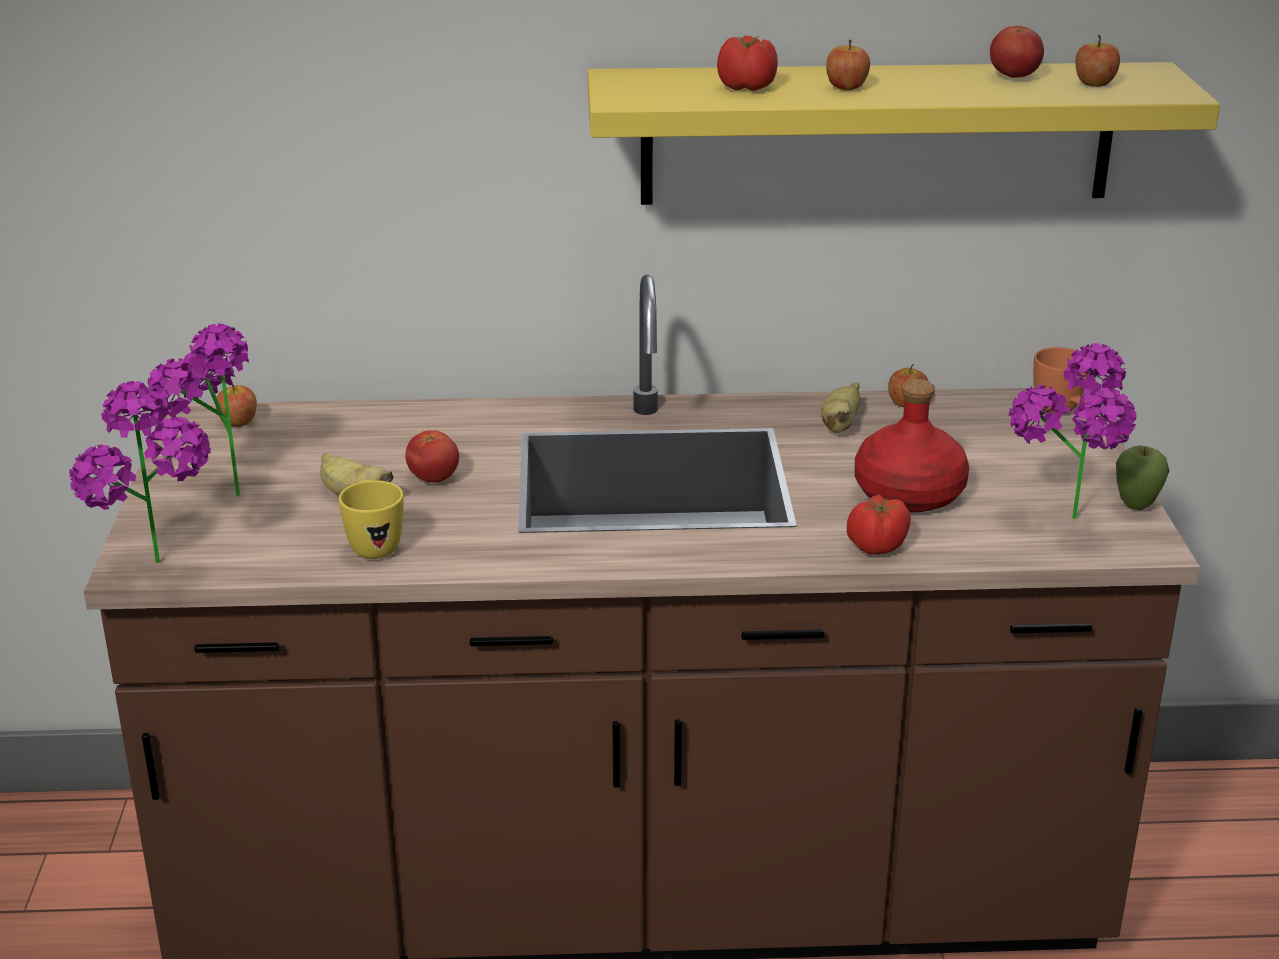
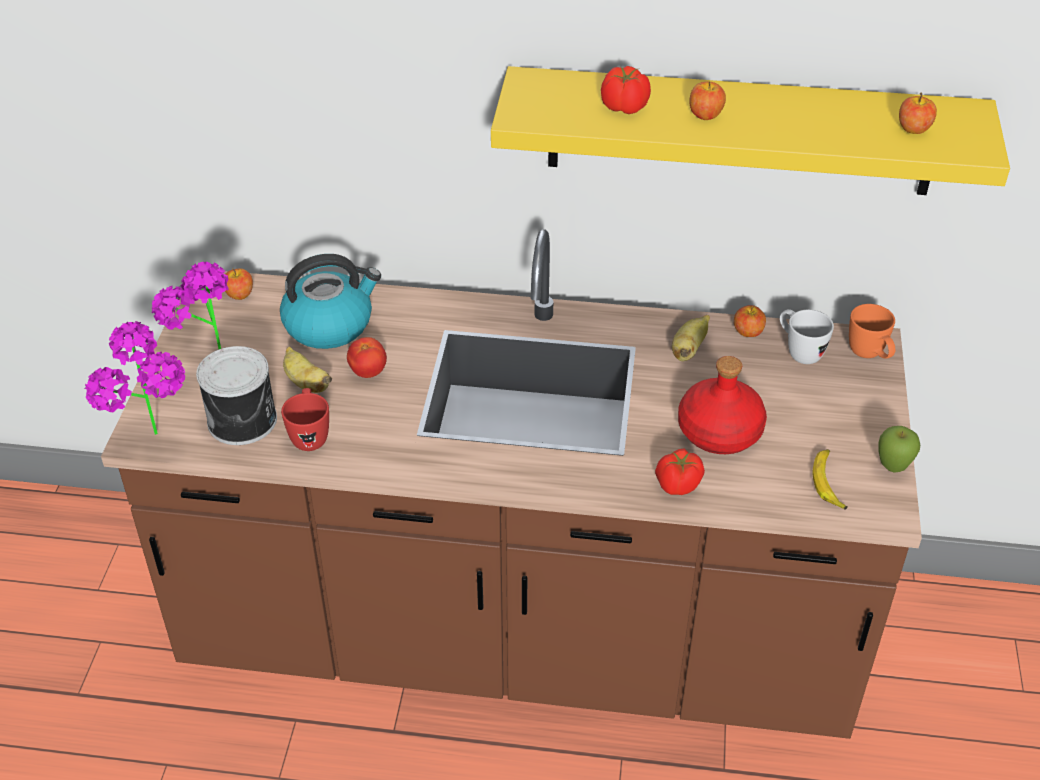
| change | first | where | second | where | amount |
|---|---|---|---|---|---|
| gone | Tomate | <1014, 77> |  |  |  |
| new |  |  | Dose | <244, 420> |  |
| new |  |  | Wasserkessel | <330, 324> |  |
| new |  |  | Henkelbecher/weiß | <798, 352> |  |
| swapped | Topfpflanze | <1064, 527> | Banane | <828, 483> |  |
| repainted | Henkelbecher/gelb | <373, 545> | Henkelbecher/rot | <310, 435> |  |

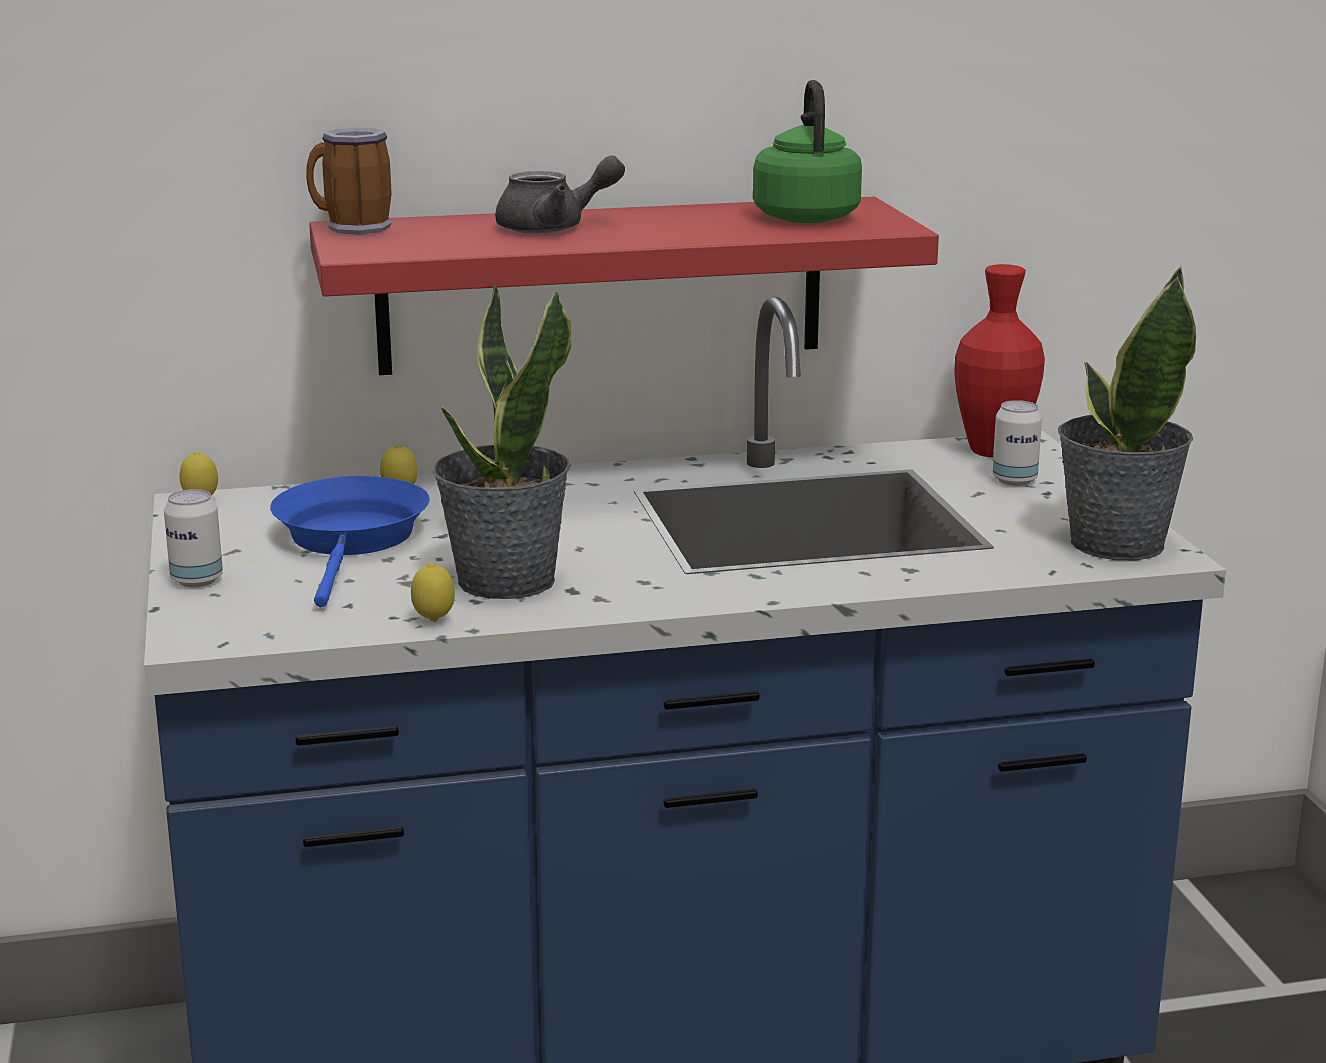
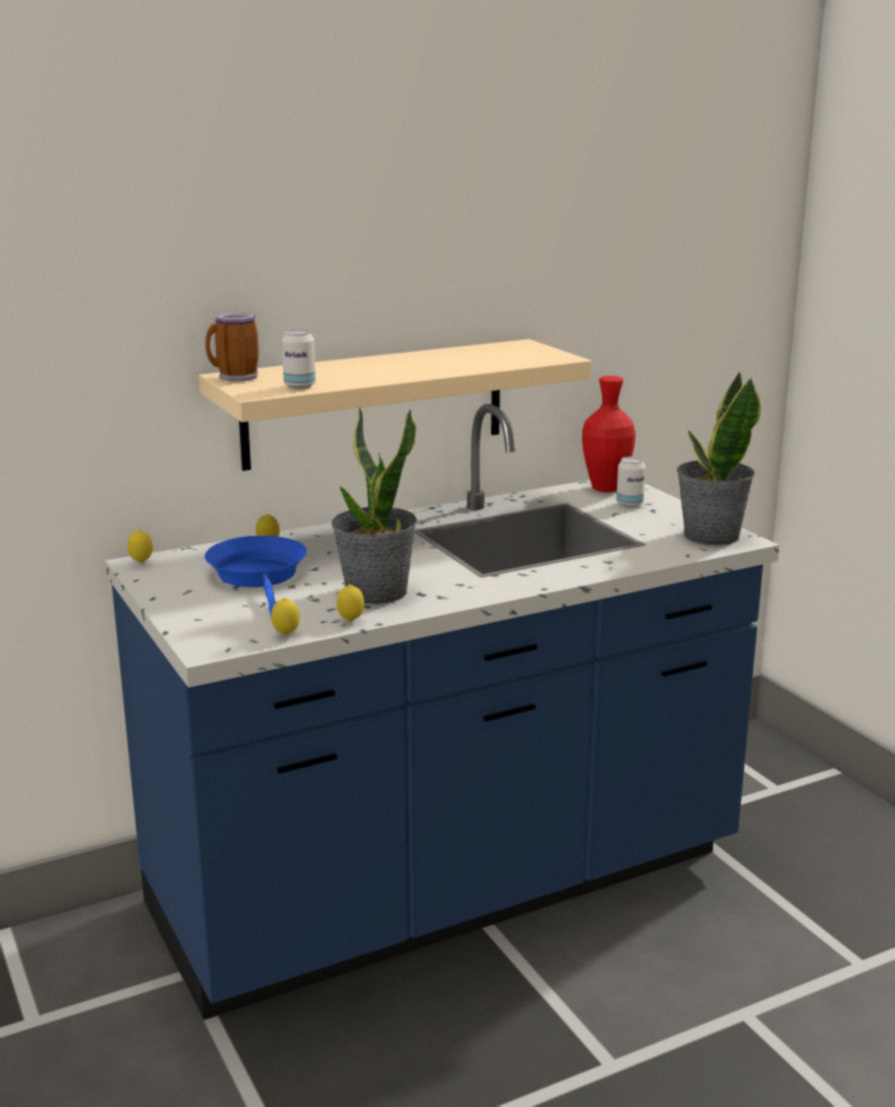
| change | first | where | second | where | amount |
|---|---|---|---|---|---|
| gone | Teekanne/grau | <554, 228> |  |  |  |
| gone | Wasserkessel/grün | <805, 216> |  |  |  |
| new |  |  | Zitrone | <286, 635> |  |
| shifted | Dose | <197, 580> |  | <299, 386> |  |
| repainted | Wandregal/rot | <601, 285> | Wandregal/beige | <374, 403> |  |

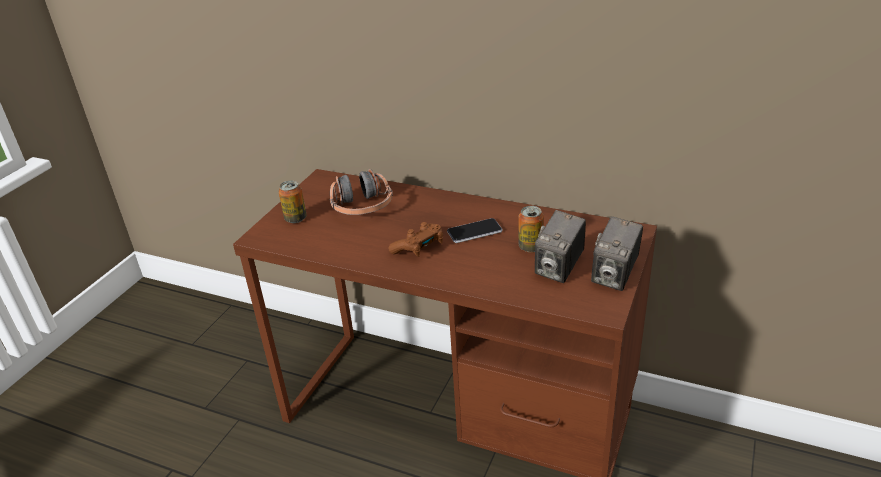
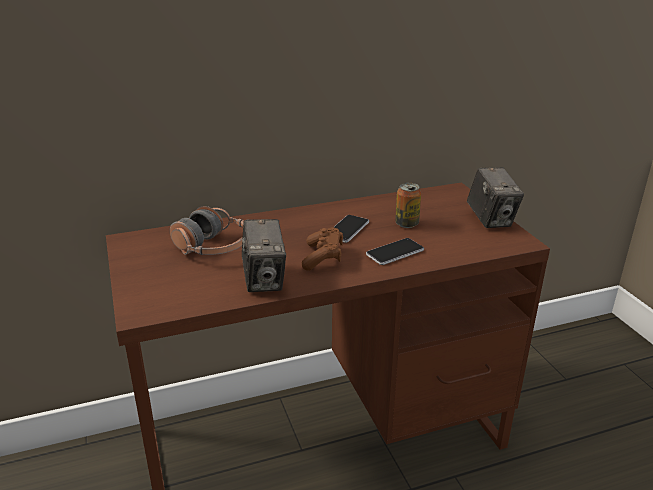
| change | first | where | second | where | amount |
|---|---|---|---|---|---|
| gone | Dose | <295, 218> |  |  |  |
| new |  |  | Handy | <395, 252> |  |
| shifted | Kamera | <559, 269> |  | <264, 280> |  |

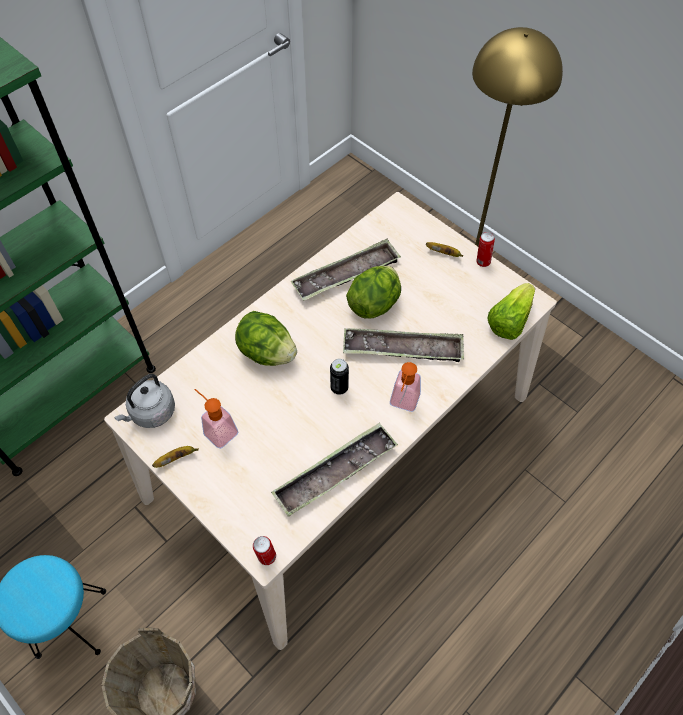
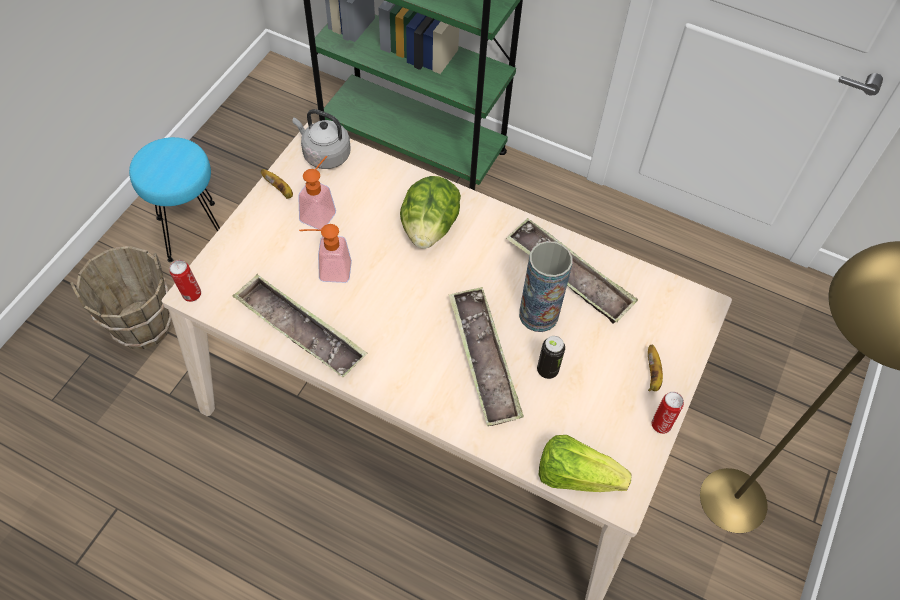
| change | first | where | second | where | amount |
|---|---|---|---|---|---|
| shifted | Dose | <339, 388> |  | <547, 370> |  |
| shifted | Seifenspender | <403, 404> |  | <328, 270> |  |
| swapped | Salatkopf | <375, 304> | Vase | <538, 315> |  |

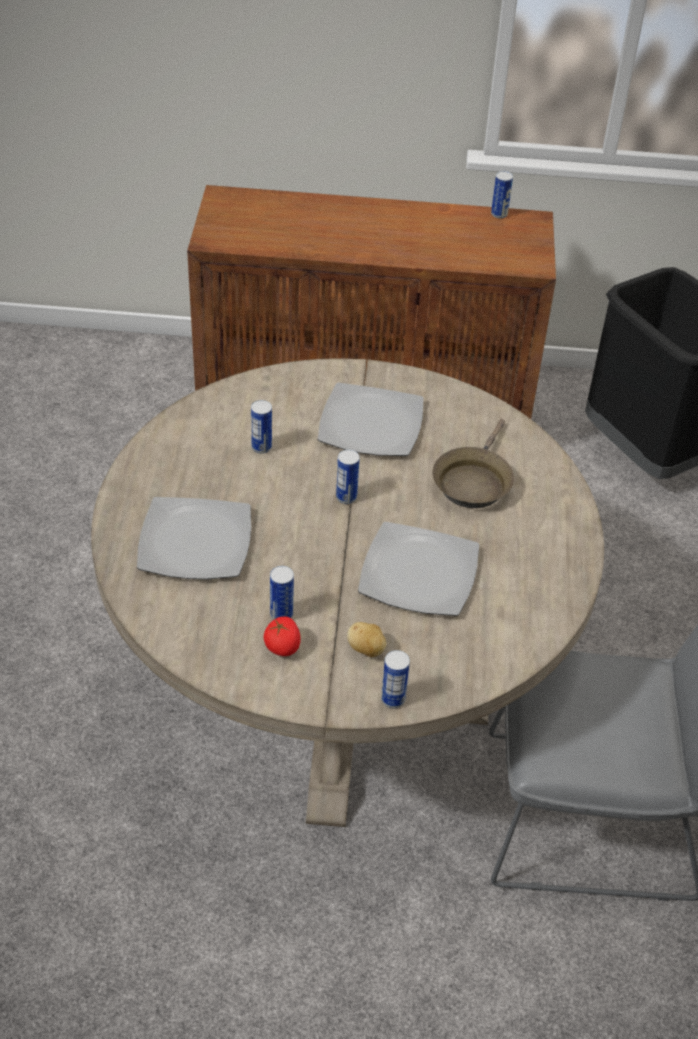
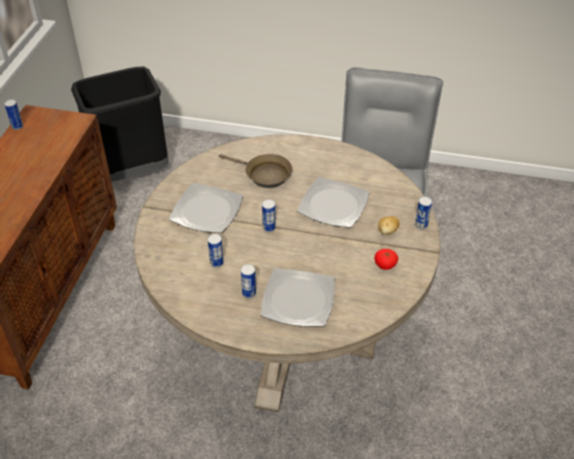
| change | first | where | second | where | amount |
|---|---|---|---|---|---|
| shifted | Dose | <281, 614> |  | <249, 293> |  |

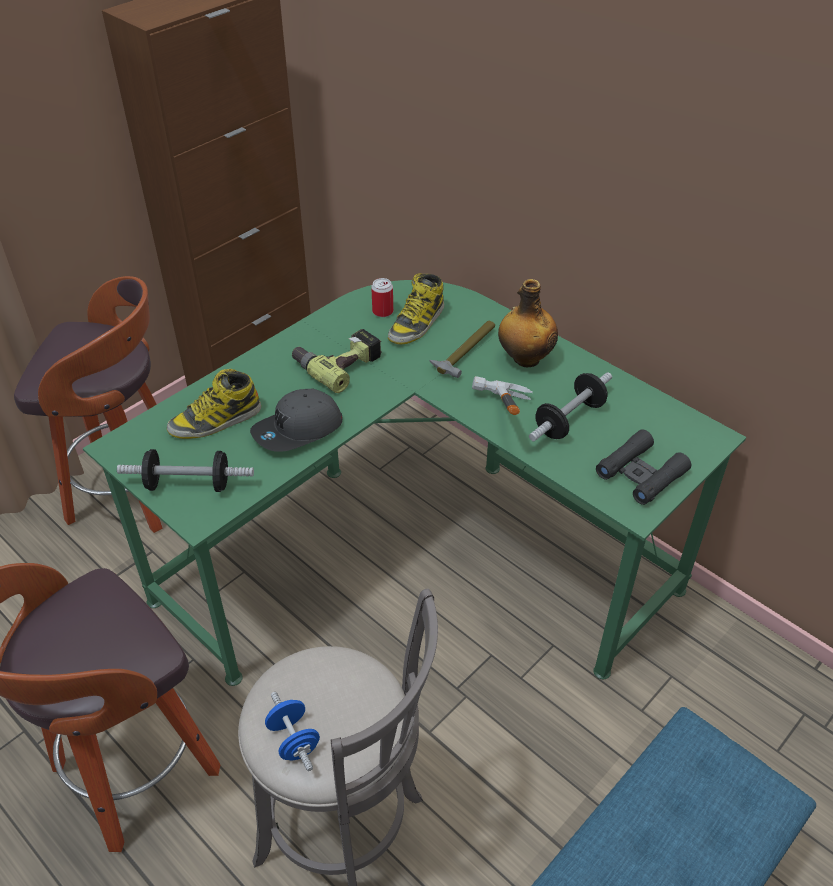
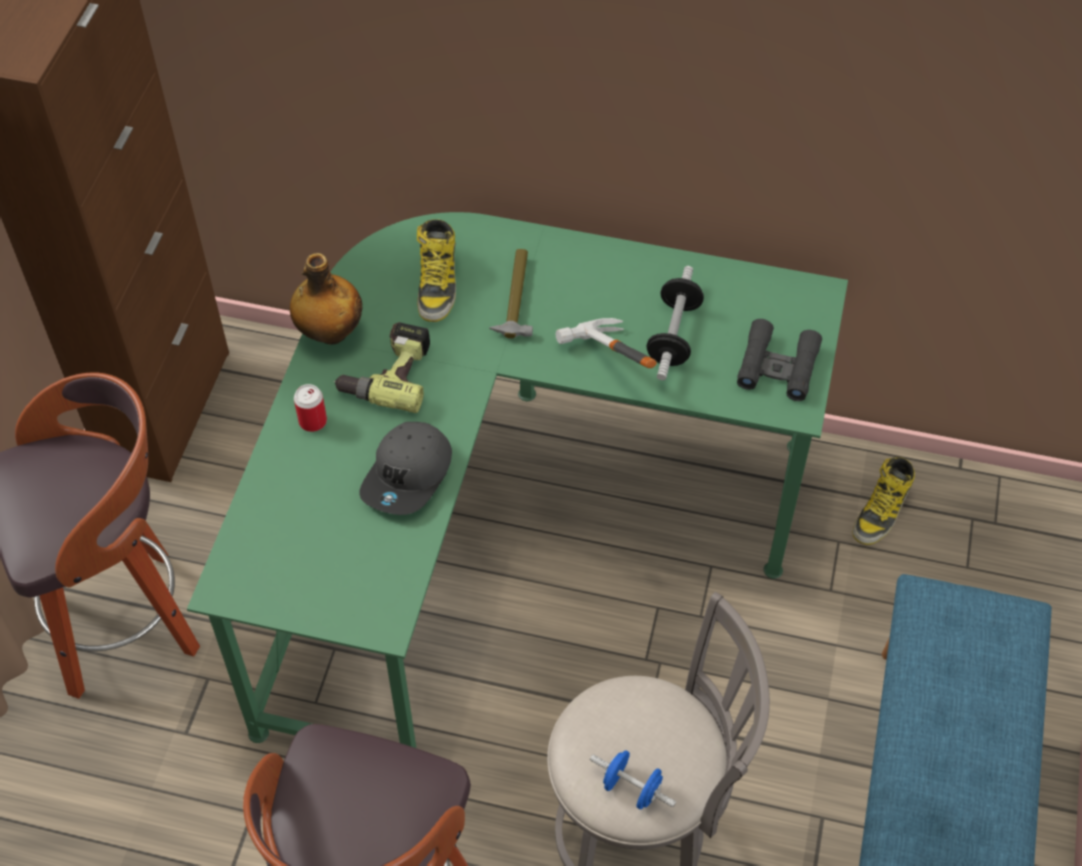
| change | first | where | second | where | amount |
|---|---|---|---|---|---|
| gone | Hantel | <189, 484> |  |  |  |
| shifted | Stiefel | <215, 421> |  | <881, 511> |  |
| shifted | Dose | <382, 311> |  | <313, 421> |  |
| shifted | Flasche | <525, 358> |  | <330, 332> |  |

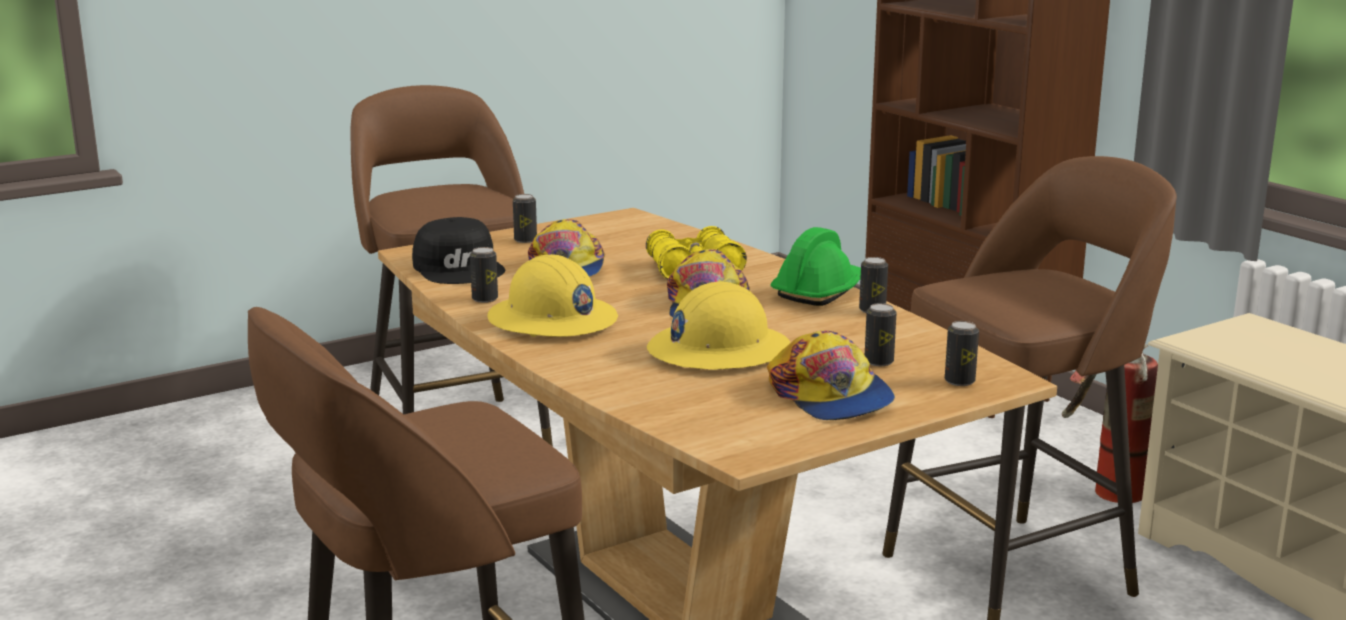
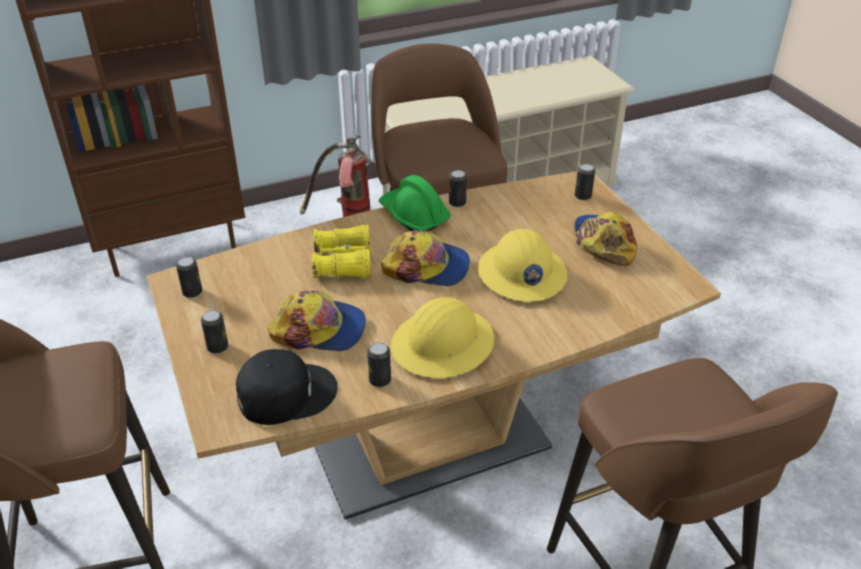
| change | first | where | second | where | amount |
|---|---|---|---|---|---|
| shifted | Dose | <878, 362> |  | <192, 292> |  |
| rotated | Kappe | <830, 396> |  | <603, 242> | 75 degrees counterclockwise |

